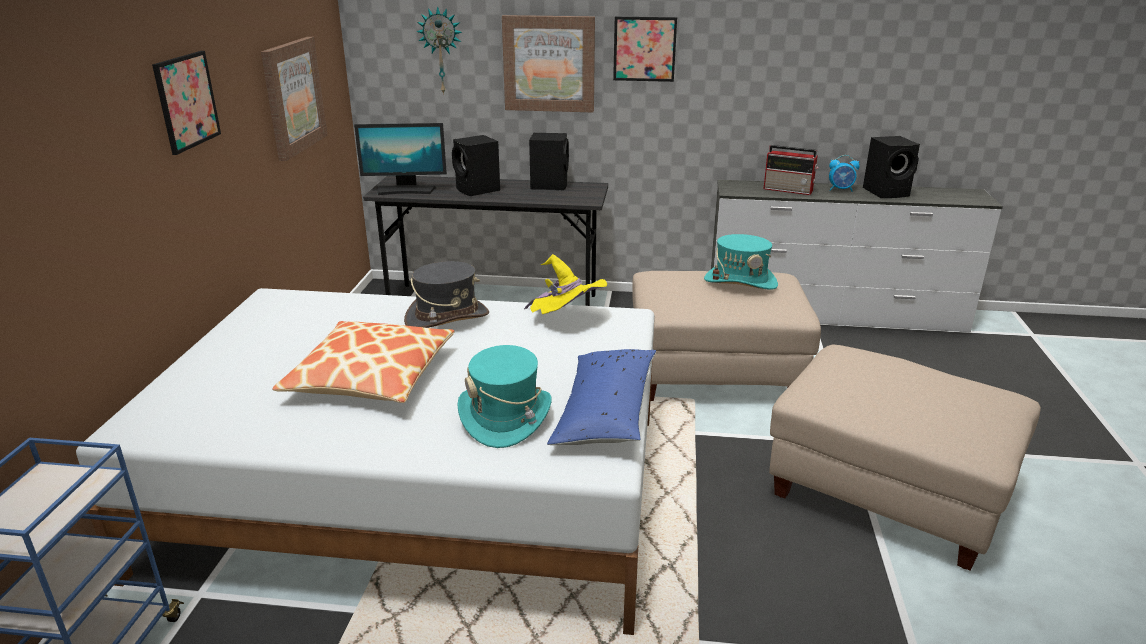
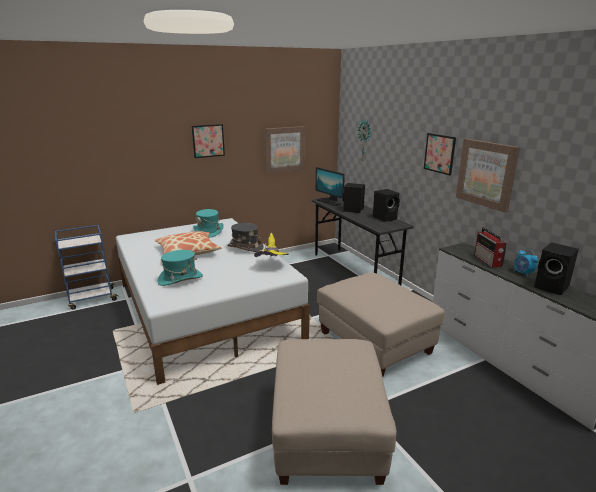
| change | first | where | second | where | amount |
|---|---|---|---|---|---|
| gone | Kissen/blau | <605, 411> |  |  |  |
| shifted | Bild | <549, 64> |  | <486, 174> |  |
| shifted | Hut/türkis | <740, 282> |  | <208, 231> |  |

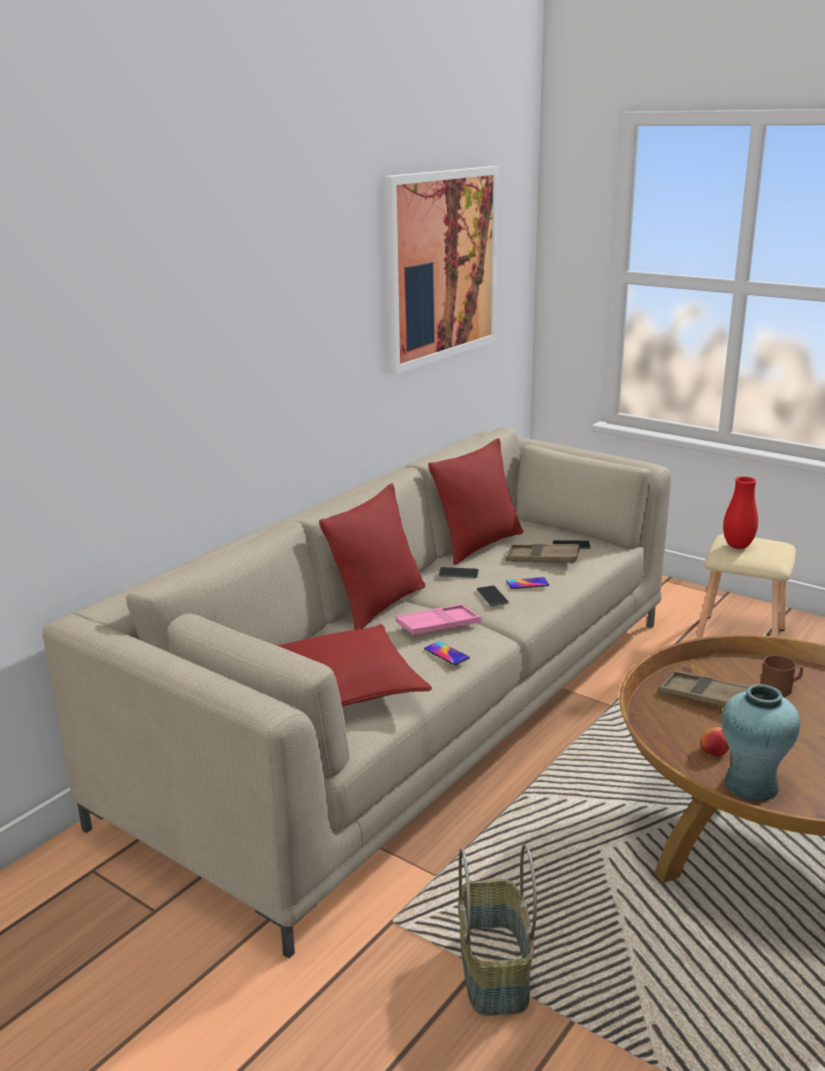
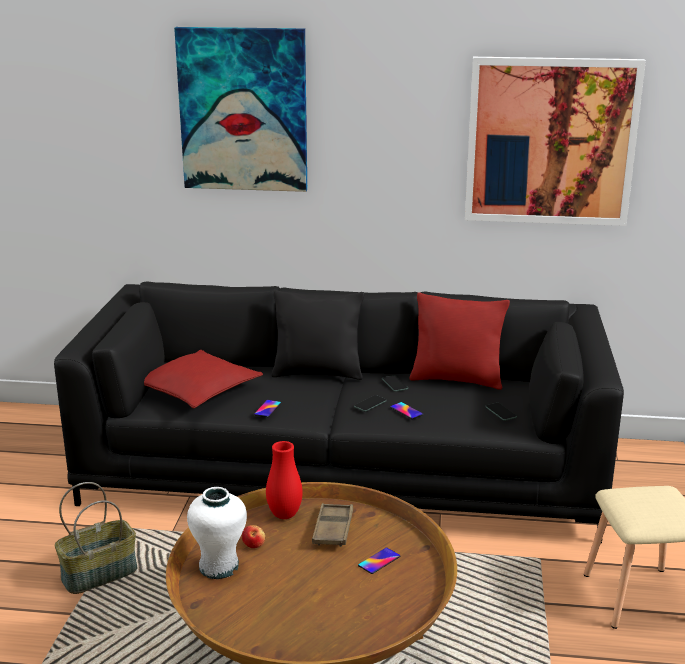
| change | first | where | second | where | amount |
|---|---|---|---|---|---|
| gone | Tablett/rosa | <438, 625> |  |  |  |
| gone | Tablett/braun | <542, 558> |  |  |  |
| new |  |  | Bild | <243, 110> |  |
| shifted | Vase/rot | <737, 546> |  | <284, 515> |  |
| swapped | Henkelbecher/braun | <780, 688> | Handy | <379, 561> |  |
| repainted | Sofa/beige | <414, 712> | Sofa/schwarz | <343, 471> |  |
| repainted | Kissen/rot | <378, 605> | Kissen/schwarz | <318, 373> |  |
| repainted | Vase/türkis | <750, 785> | Vase/weiß | <219, 566> |  |

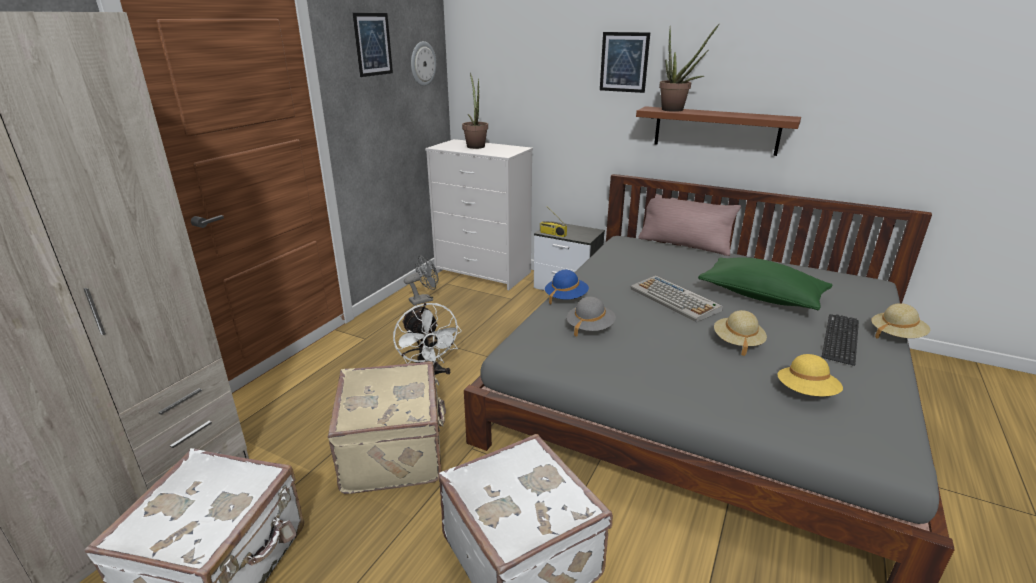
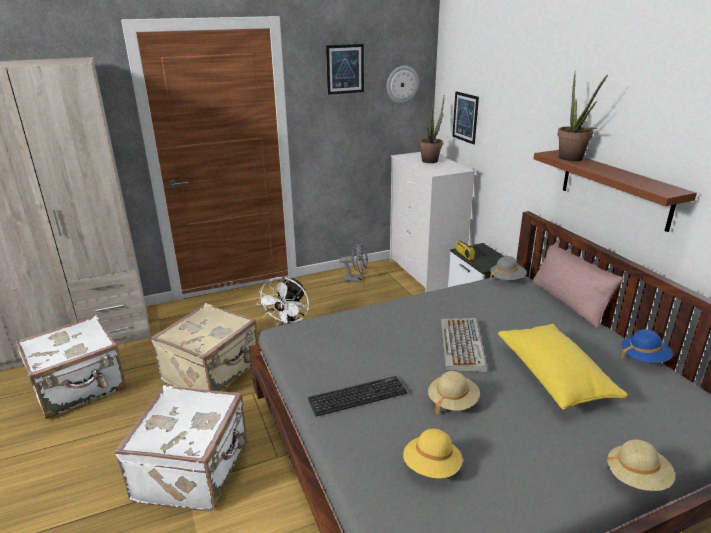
| change | first | where | second | where | amount |
|---|---|---|---|---|---|
| shifted | Hut/blau | <566, 298> |  | <644, 358> |  |
| shifted | Hut/grau | <590, 327> |  | <507, 279> |  |
| shifted | Bild | <624, 62> |  | <465, 117> |  |
| shifted | Tastatur | <840, 339> |  | <357, 396> |  |
| repainted | Kissen/grün | <761, 296> | Kissen/gelb | <554, 377> |  |

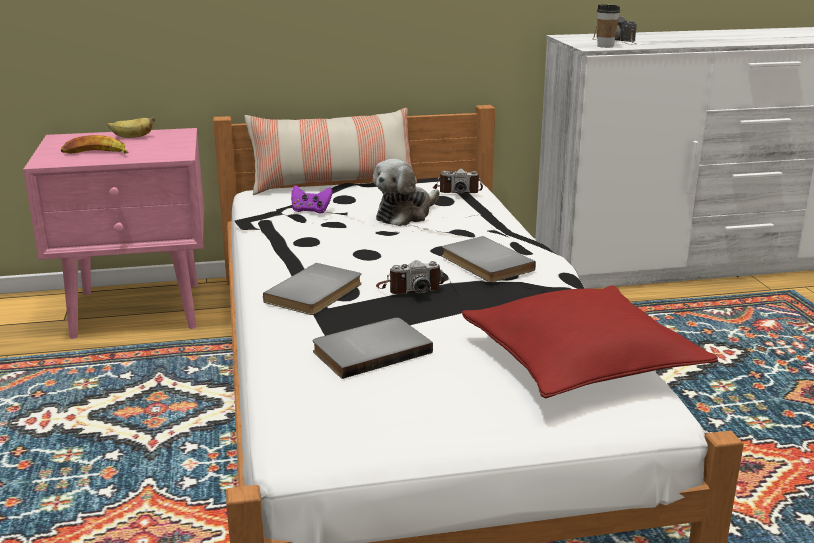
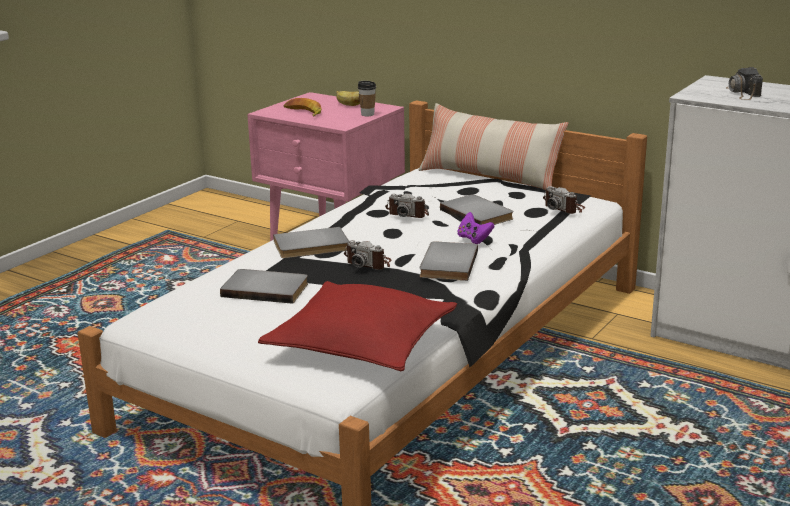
| change | first | where | second | where | amount |
|---|---|---|---|---|---|
| new |  |  | Kamera | <408, 214> |  |
| shifted | Gamepad/lila | <311, 210> |  | <474, 239> |  |
| shifted | Tasse | <605, 46> |  | <367, 114> |  |
| swapped | Plüschtier | <405, 214> | Buch/grau | <478, 214> |  |

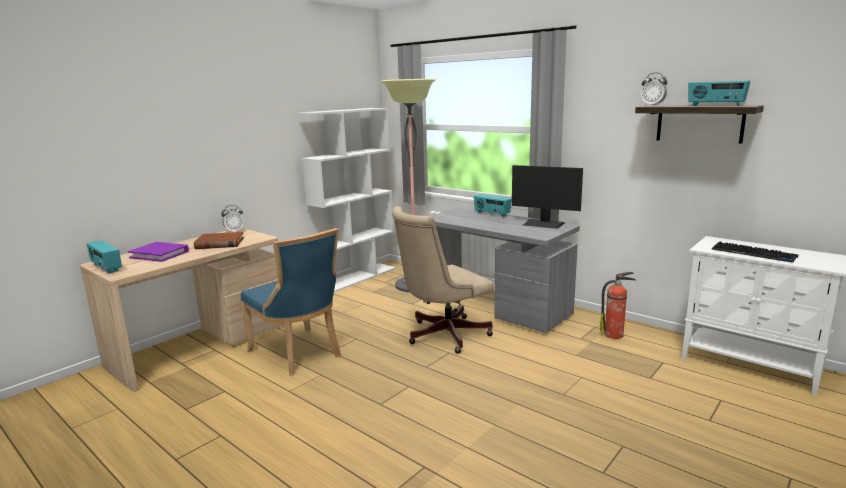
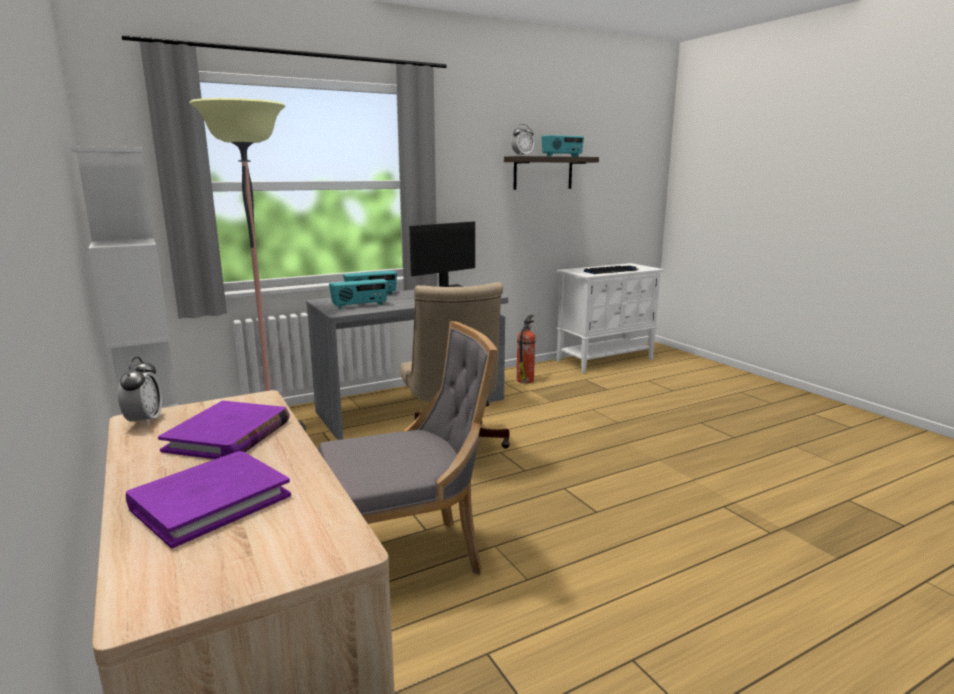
| change | first | where | second | where | amount |
|---|---|---|---|---|---|
| shifted | Radio | <106, 268> |  | <360, 306> |  |
| repainted | Buch/braun | <219, 243> | Buch/lila | <229, 435> |  |
| repainted | Stuhl/blau | <298, 354> | Stuhl/grau | <408, 559> |  |

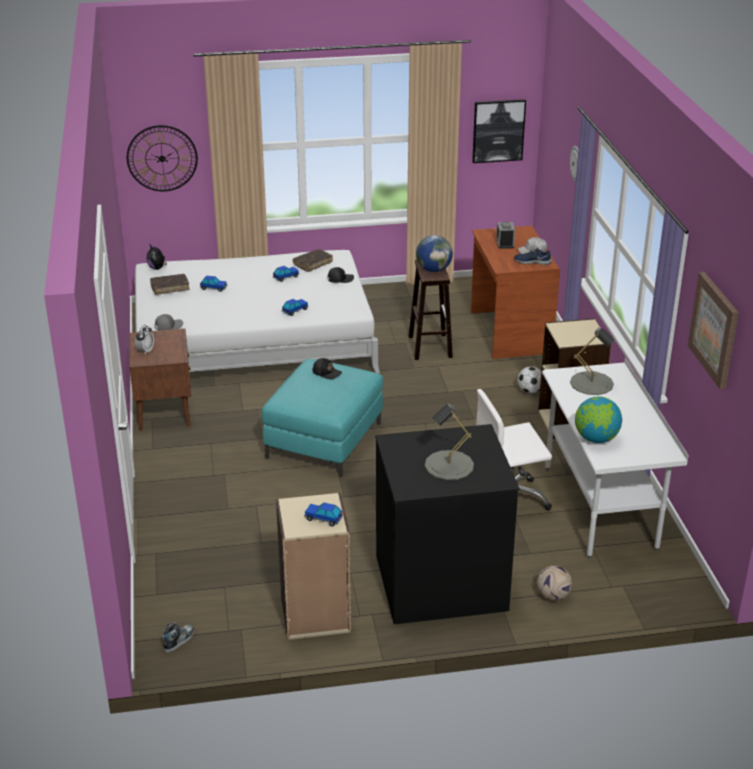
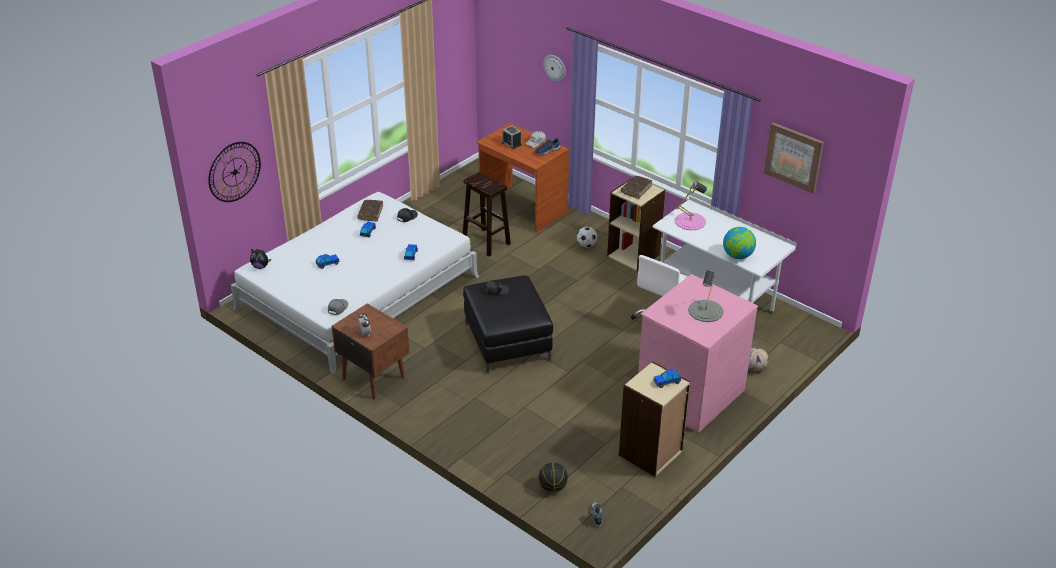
| change | first | where | second | where | amount |
|---|---|---|---|---|---|
| gone | Globus | <433, 270> |  |  |  |
| gone | Bild | <498, 130> |  |  |  |
| new |  |  | Basketball | <553, 487> |  |
| shifted | Buch/braun | <170, 287> |  | <636, 189> |  |
| repainted | Polsterhocker/türkis | <324, 440> | Polsterhocker/schwarz | <507, 341> |  |
| repainted | Kommode/schwarz | <440, 580> | Kommode/rosa | <689, 393> |  |
| repainted | Tischlampe/grau | <591, 383> | Tischlampe/rosa | <690, 221> |  |

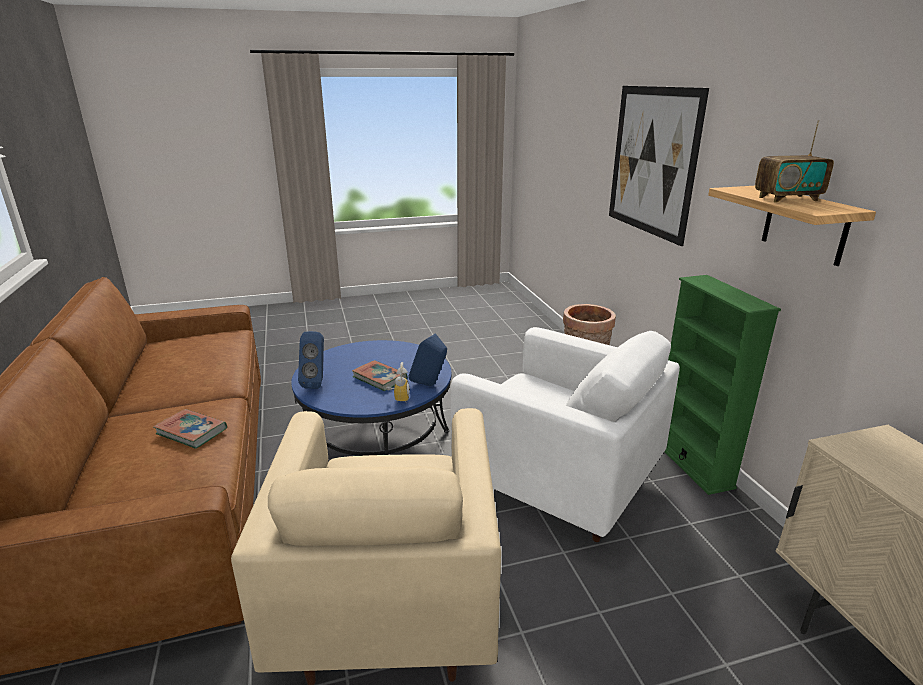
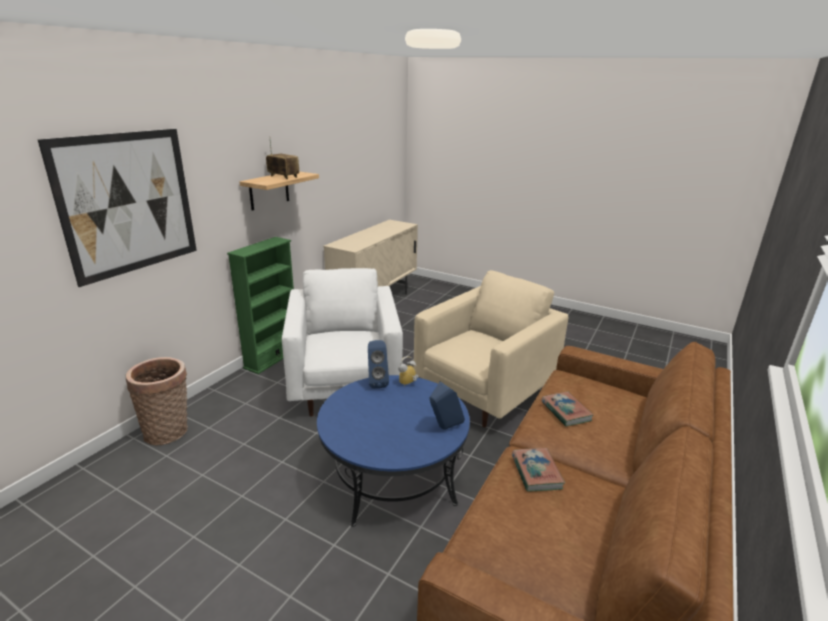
| change | first | where | second | where | amount |
|---|---|---|---|---|---|
| shifted | Buch | <379, 378> |  | <536, 472> |  |

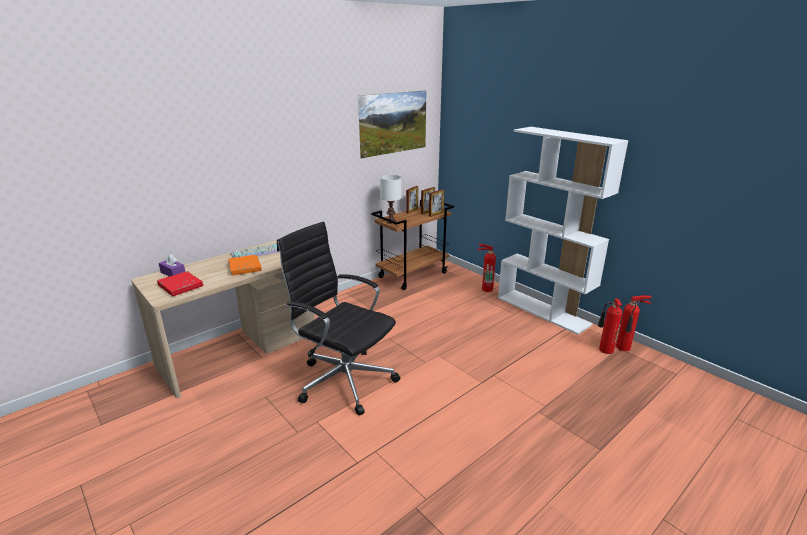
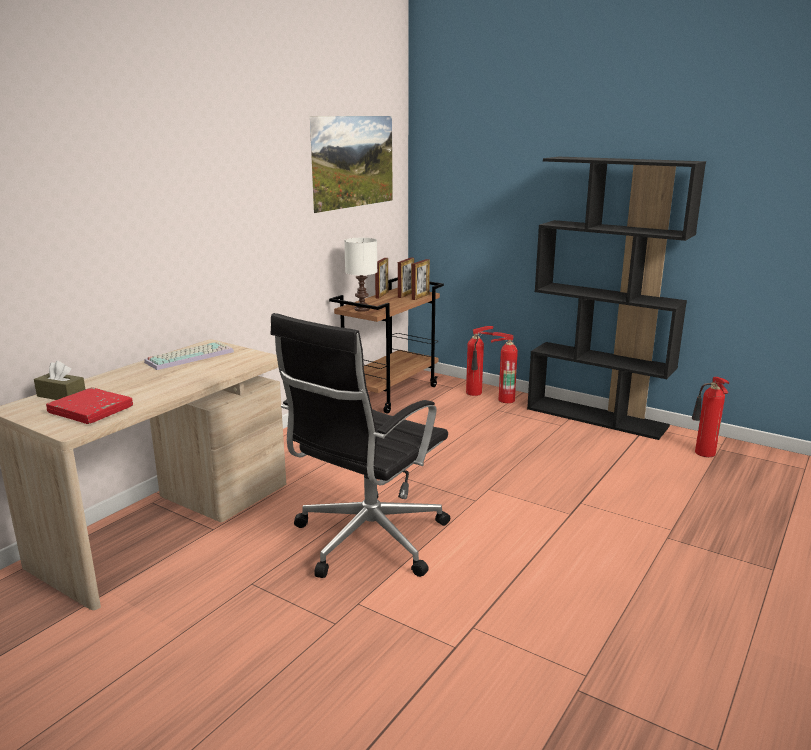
| change | first | where | second | where | amount |
|---|---|---|---|---|---|
| gone | Buch/orange | <245, 267> |  |  |  |
| shifted | Feuerlöscher | <624, 348> |  | <475, 393> |  |
| repainted | Taschentuchbox/lila | <173, 273> | Taschentuchbox/braun | <61, 395> |  |
| repainted | Bücherregal/weiß | <543, 310> | Bücherregal/schwarz | <597, 417> |  |
| rotated | Bürostuhl/schwarz | <344, 379> |  | <367, 540> | 75 degrees counterclockwise |

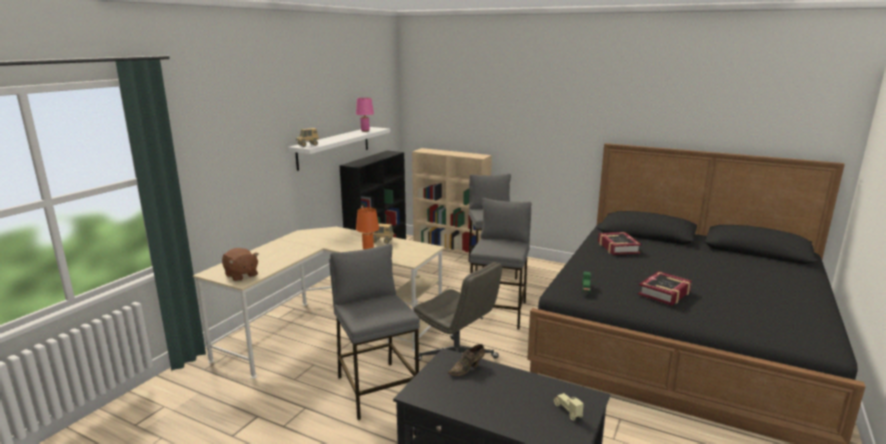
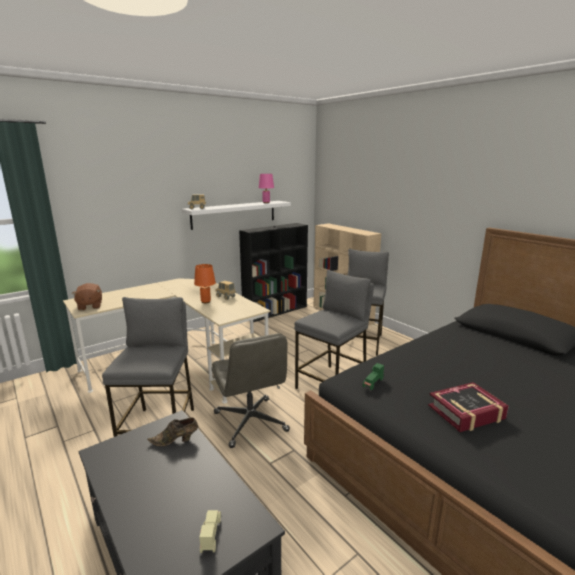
| change | first | where | second | where | amount |
|---|---|---|---|---|---|
| gone | Buch | <618, 247> |  |  |  |

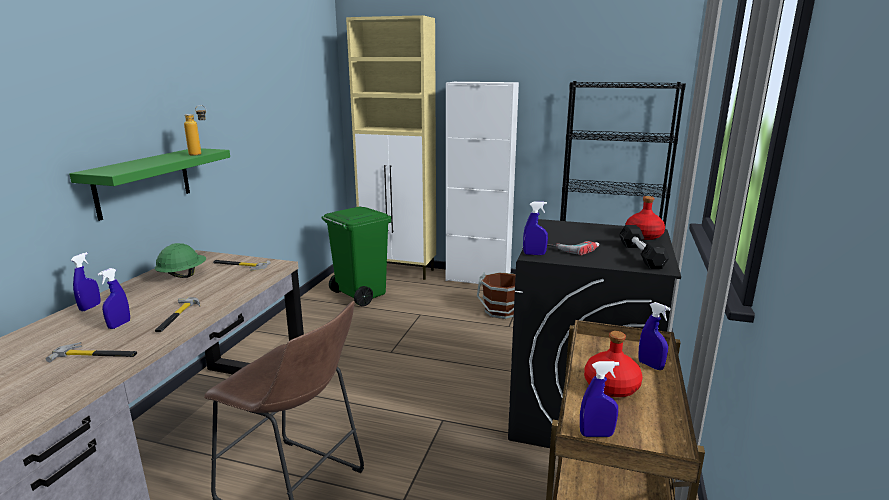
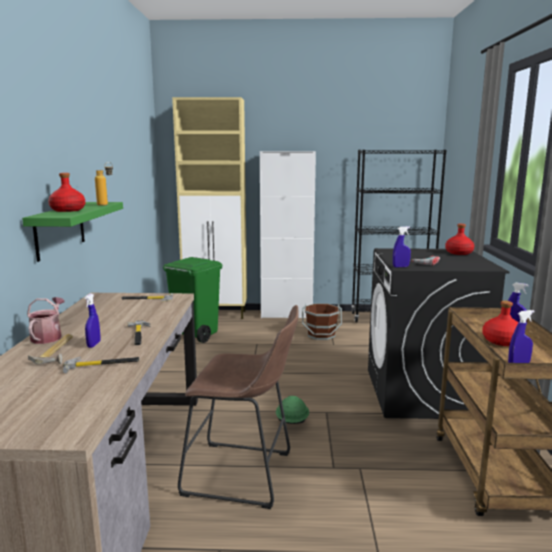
| change | first | where | second | where | amount |
|---|---|---|---|---|---|
| gone | Hantel/schwarz | <641, 255> |  |  |  |
| new |  |  | Hammer | <58, 352> |  |
| new |  |  | Flasche/rot | <67, 210> |  |
| shifted | Schutzhelm/grün | <182, 275> |  | <292, 421> |  |
| swapped | Sprühflasche/blau | <90, 307> | Gießkanne | <48, 336> |  |

